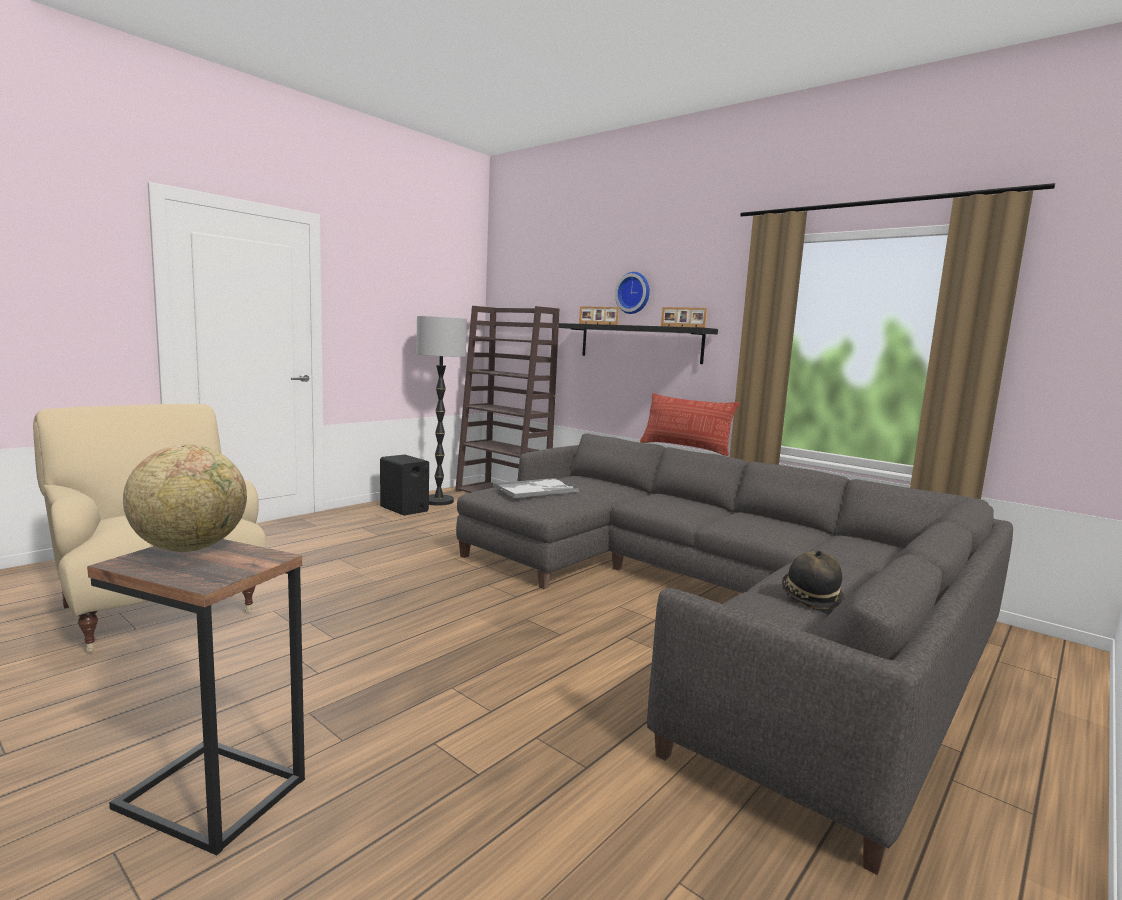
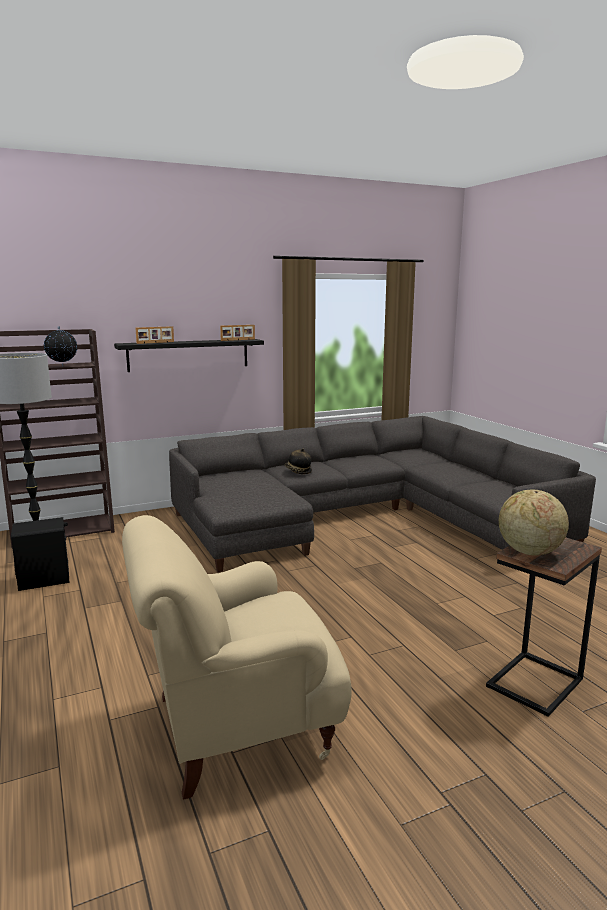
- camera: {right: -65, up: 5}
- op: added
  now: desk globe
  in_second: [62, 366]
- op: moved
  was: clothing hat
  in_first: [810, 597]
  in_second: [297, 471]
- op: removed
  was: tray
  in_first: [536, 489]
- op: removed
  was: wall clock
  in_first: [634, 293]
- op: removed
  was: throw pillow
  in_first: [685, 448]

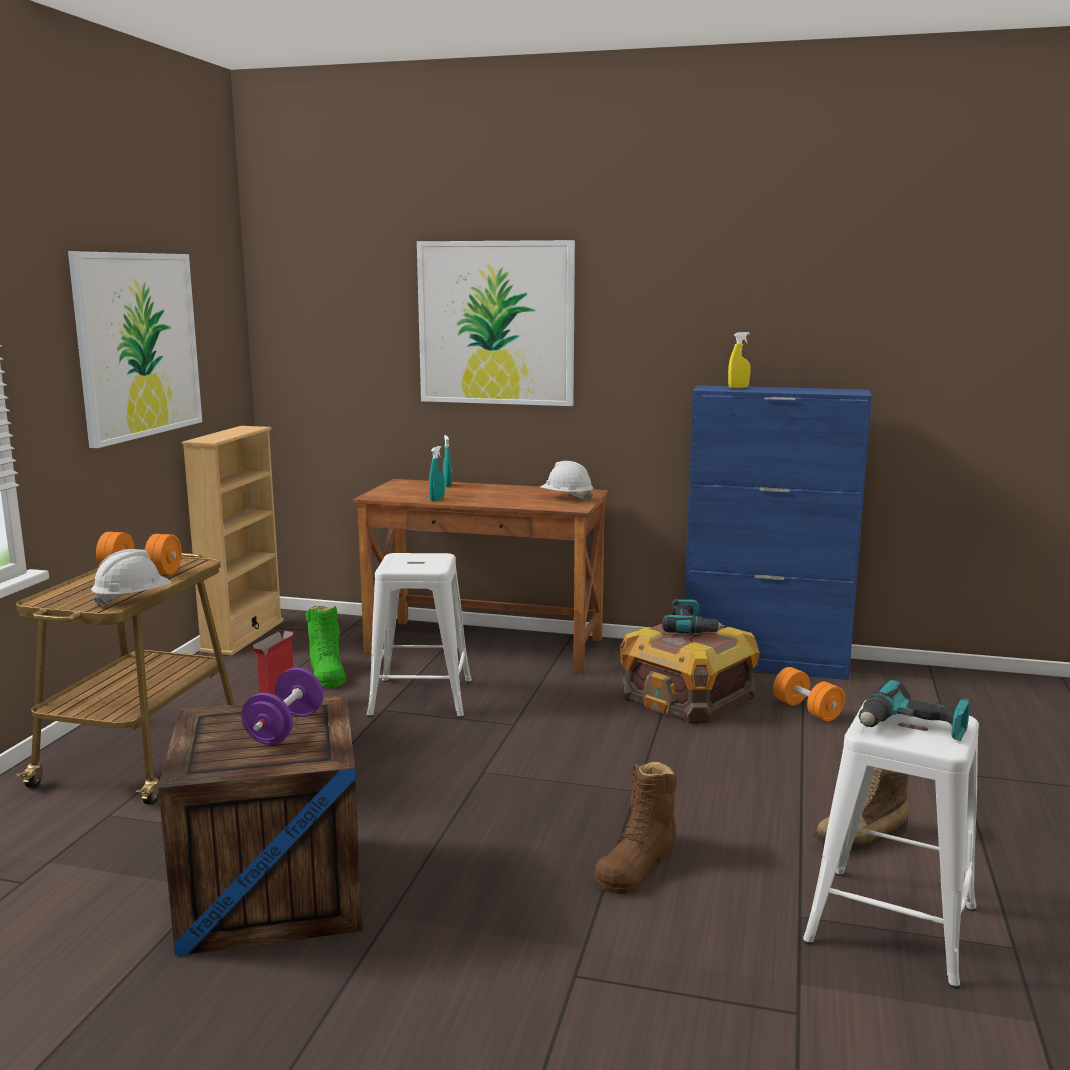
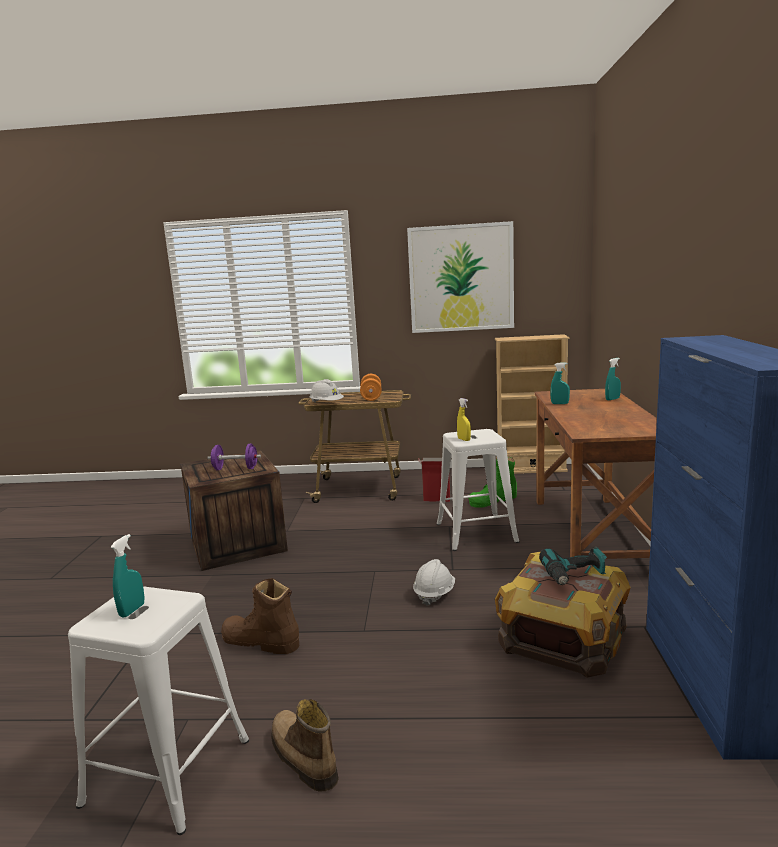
- camera: {right: 80, up: 0}
- op: replaced
  was: power drill
  now: hand sprayer in blue-green
  in_first: [912, 728]
  in_second: [132, 610]
- op: moved
  was: safety helmet in whitish
  in_first: [566, 498]
  in_second: [434, 594]
- op: moved
  was: hand sprayer in yellowish
  in_first: [738, 388]
  in_second: [464, 439]
- op: removed
  was: wall art
  in_first: [496, 323]
- op: removed
  was: free weight in orangey
  in_first: [807, 710]

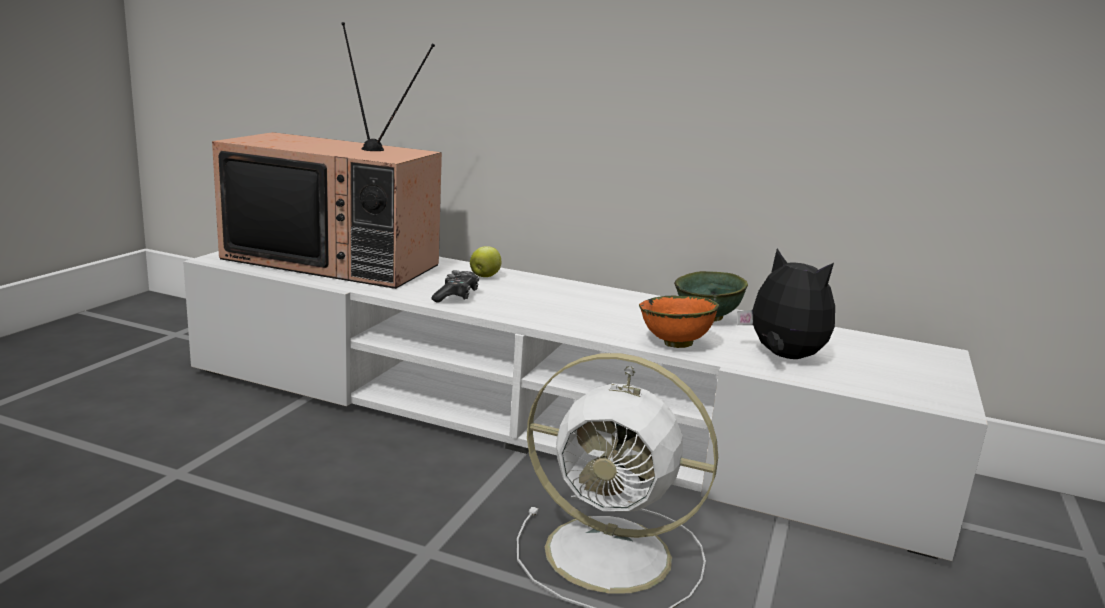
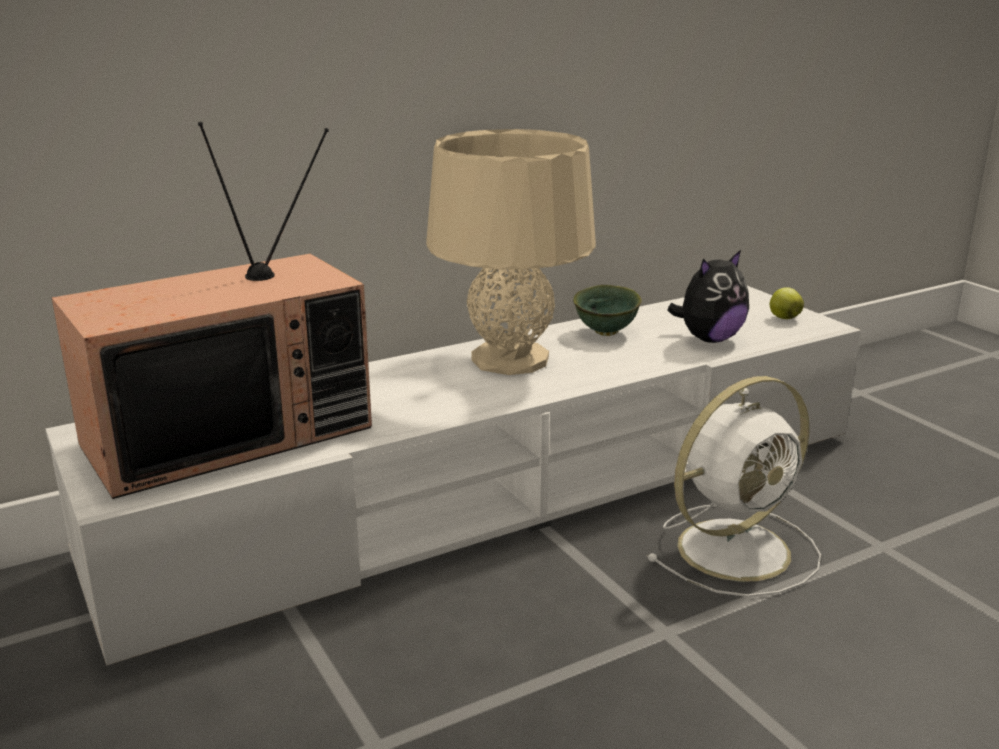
- camera: {right: -50, up: 5}
- op: added
  now: lamp for a table in sand-coloured
  in_second: [510, 359]
- op: turned
  was: cuddly toy
  in_first: [782, 357]
  in_second: [709, 339]
  clockwise: 150
- op: moved
  was: apple
  in_first: [485, 276]
  in_second: [784, 318]
- op: removed
  was: gamepad
  in_first: [456, 296]
- op: removed
  was: serving bowl in orangey
  in_first: [674, 345]

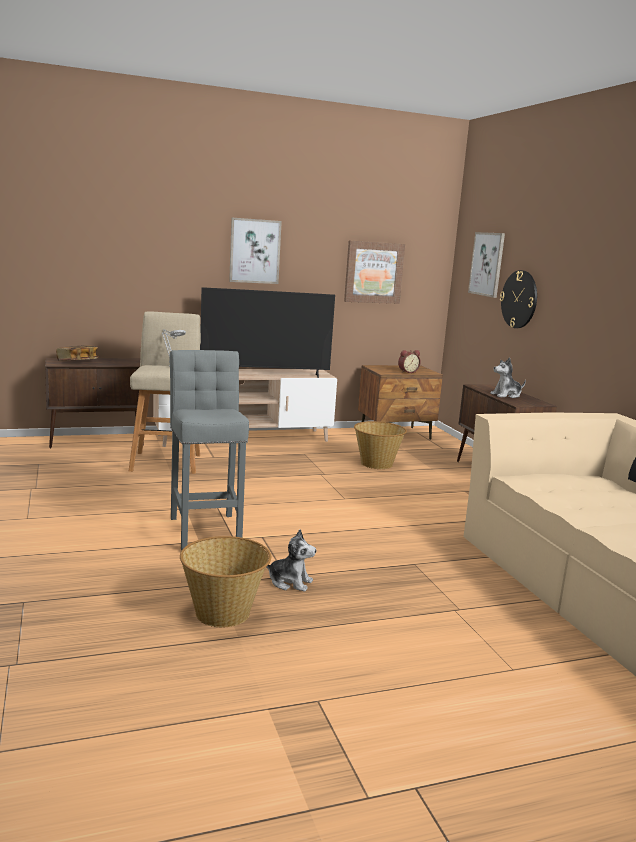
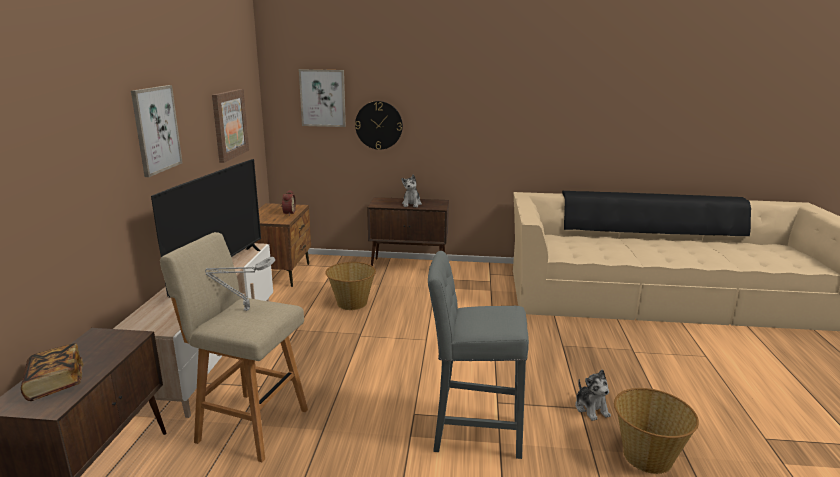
- camera: {right: -65, up: 5}
- op: turned
  was: cuddly toy
  in_first: [290, 582]
  in_second: [591, 408]
  clockwise: 120

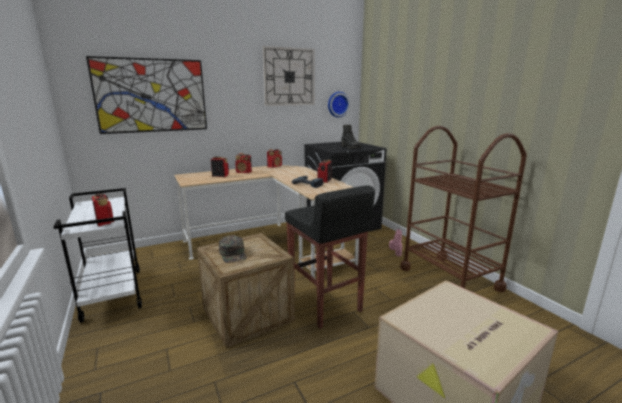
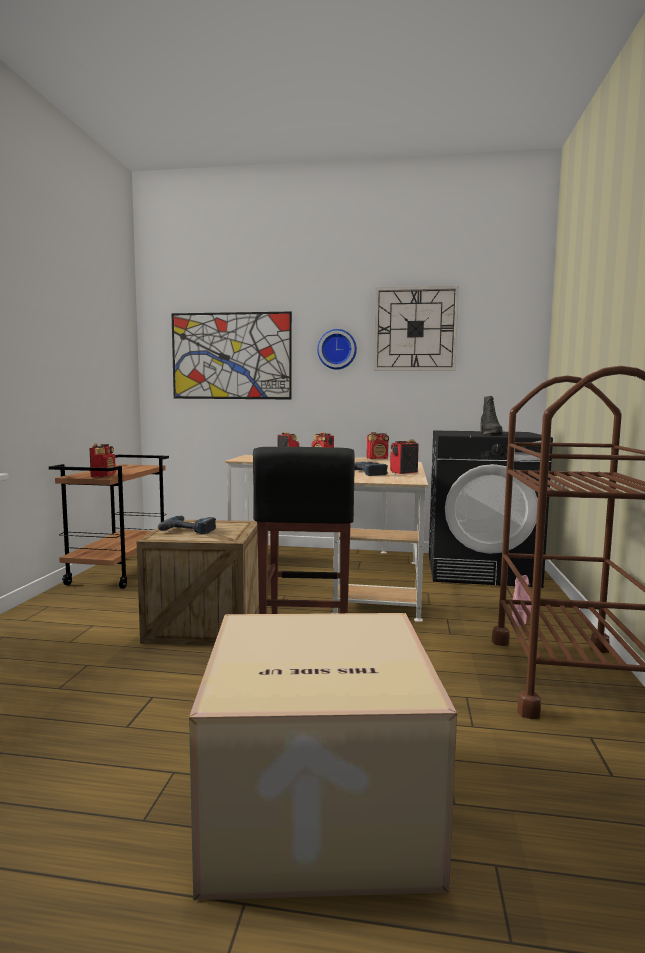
- camera: {right: 35, up: -10}
- op: recoloured
  was: cart in whitish
  now: cart in brown-coloured
  in_first: [112, 294]
  in_second: [119, 572]
- op: replaced
  was: peaked cap in green
  now: power drill
  in_first: [233, 254]
  in_second: [190, 529]
- op: moved
  was: wall clock
  in_first: [337, 104]
  in_second: [337, 349]

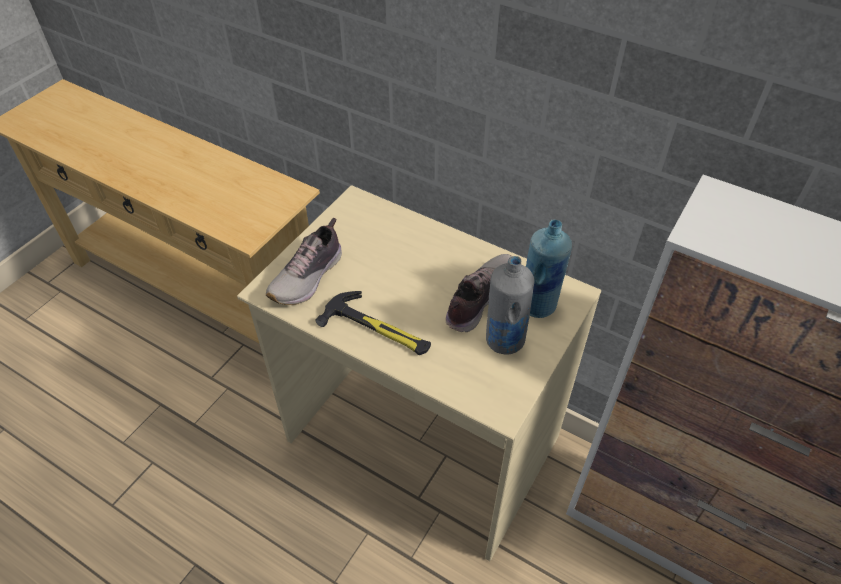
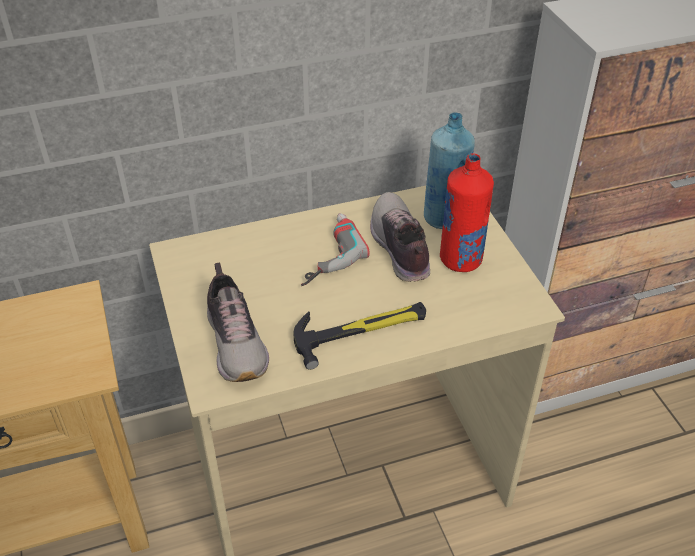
- camera: {right: -50, up: -5}
- op: added
  now: power drill
  in_second: [324, 253]
- op: recoloured
  was: beverage bottle in grey
  now: beverage bottle in red
  in_first: [504, 340]
  in_second: [460, 260]

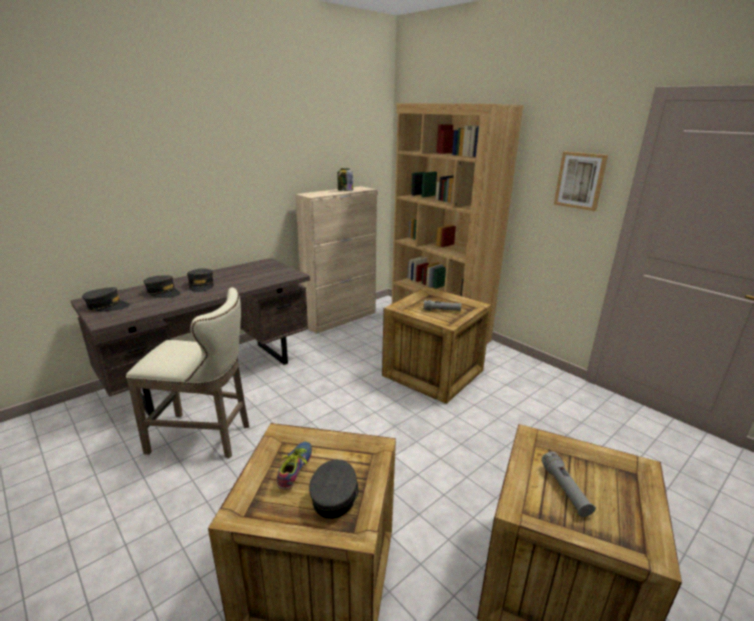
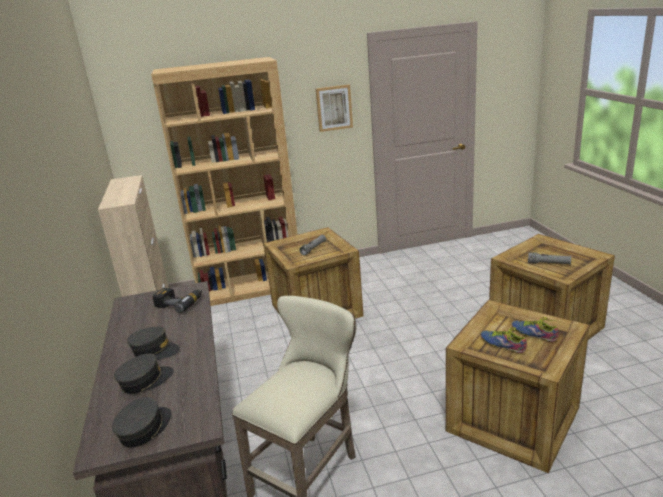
- camera: {right: -60, up: 0}
- op: added
  now: power drill
  in_second: [180, 303]
- op: replaced
  was: peaked cap in grey
  now: shoe
  in_first: [335, 495]
  in_second: [534, 333]
- op: removed
  was: storage jar
  in_first: [345, 190]

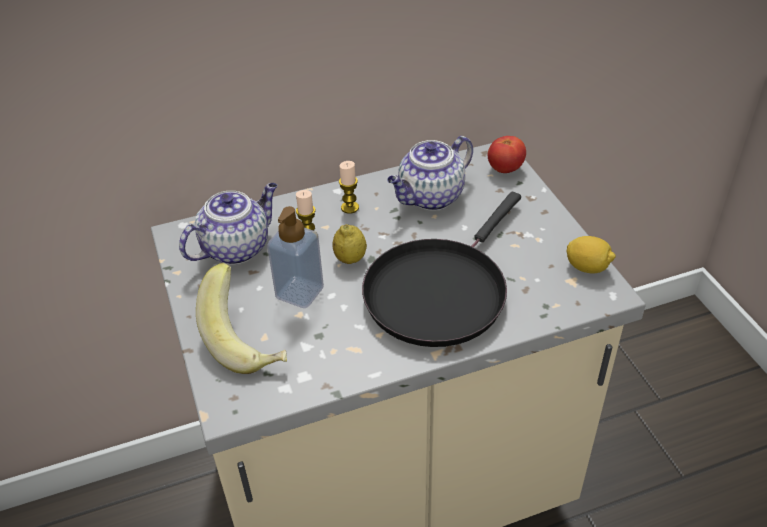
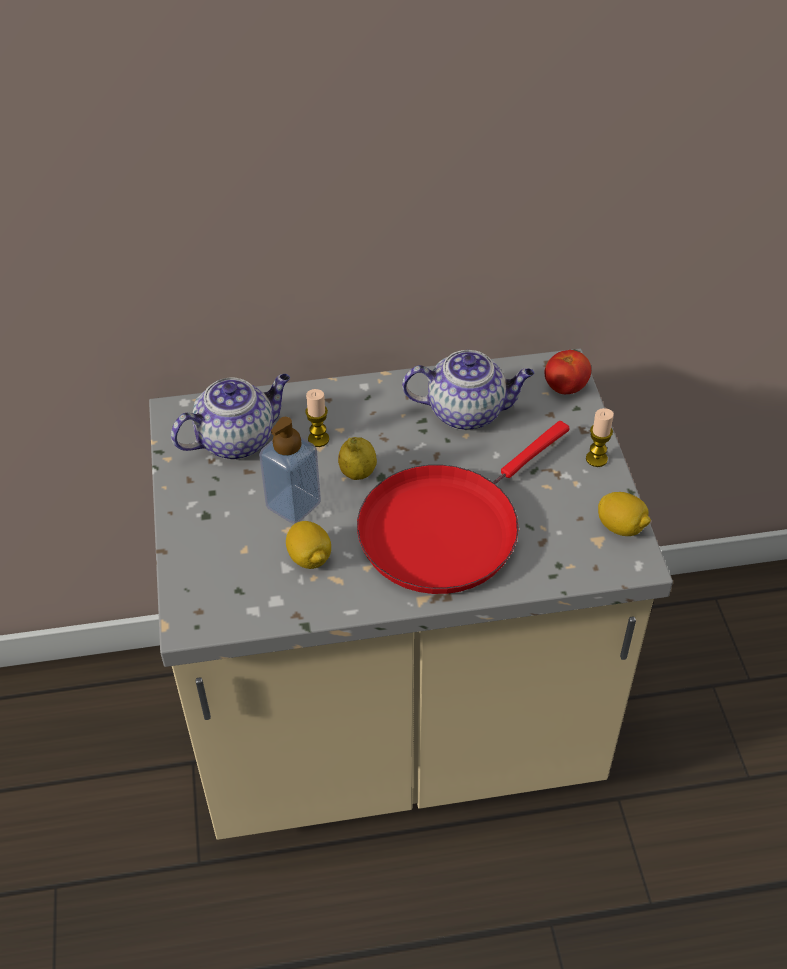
- camera: {right: 10, up: 5}
- op: added
  now: citrus fruit
  in_second: [309, 558]
- op: recoloured
  was: skillet in blackish
  now: skillet in red
  in_first: [439, 291]
  in_second: [445, 528]
- op: turned
  was: tea pot
  in_first: [430, 198]
  in_second: [467, 411]
  clockwise: -150
- op: moved
  was: wax candle
  in_first: [350, 207]
  in_second: [596, 459]
- op: removed
  was: banana
  in_first: [248, 340]

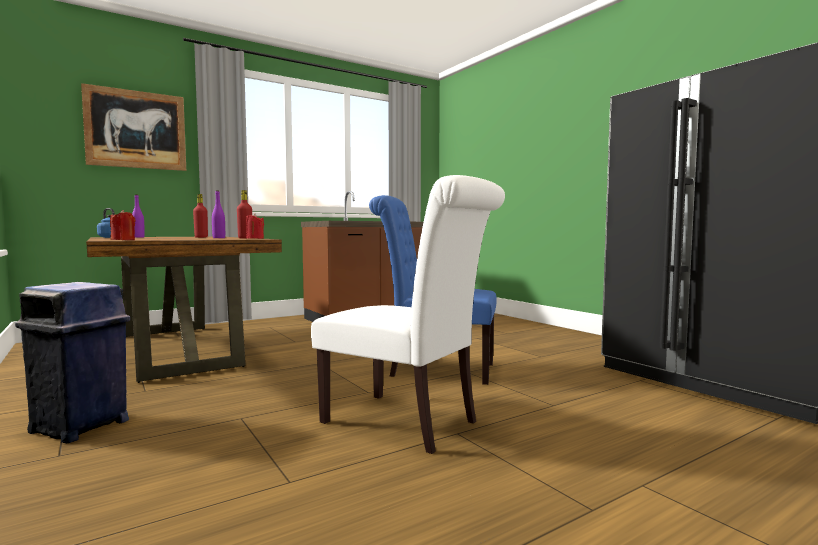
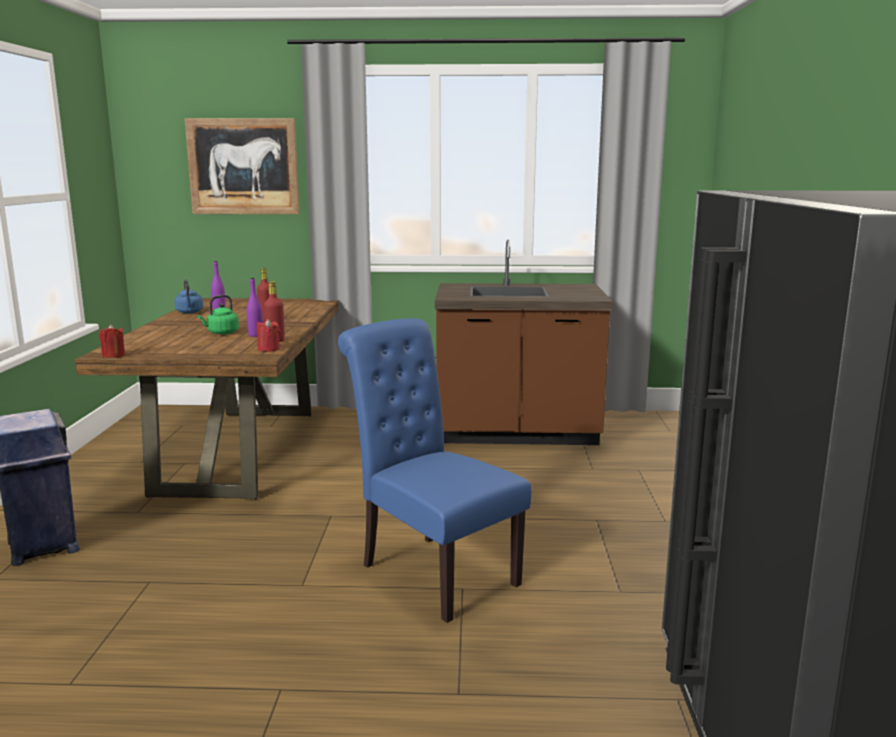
- camera: {right: 35, up: 10}
- op: added
  now: kettle in green
  in_second: [221, 333]
- op: removed
  was: upright chair in whitish
  in_first: [408, 423]

